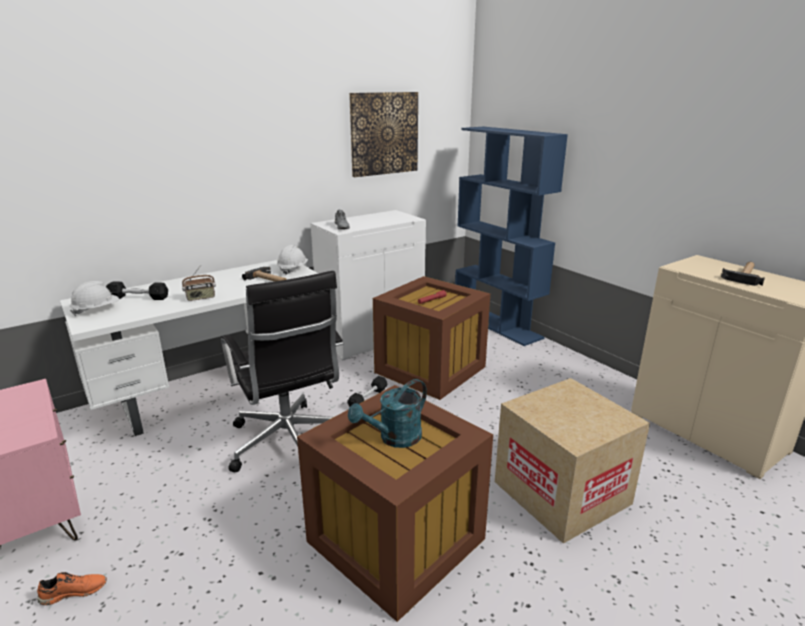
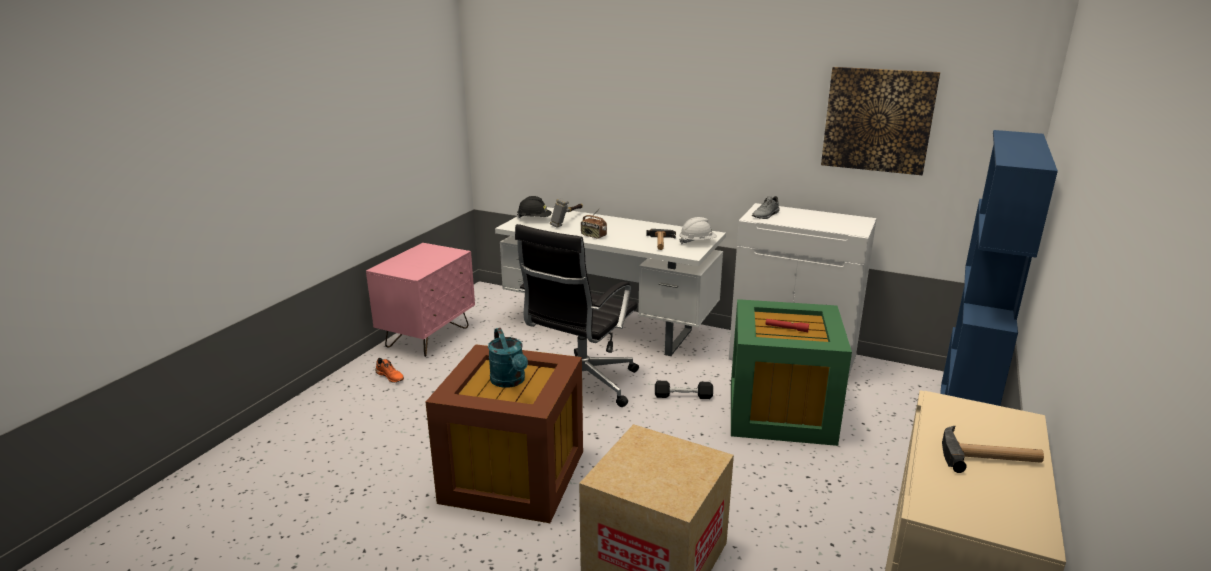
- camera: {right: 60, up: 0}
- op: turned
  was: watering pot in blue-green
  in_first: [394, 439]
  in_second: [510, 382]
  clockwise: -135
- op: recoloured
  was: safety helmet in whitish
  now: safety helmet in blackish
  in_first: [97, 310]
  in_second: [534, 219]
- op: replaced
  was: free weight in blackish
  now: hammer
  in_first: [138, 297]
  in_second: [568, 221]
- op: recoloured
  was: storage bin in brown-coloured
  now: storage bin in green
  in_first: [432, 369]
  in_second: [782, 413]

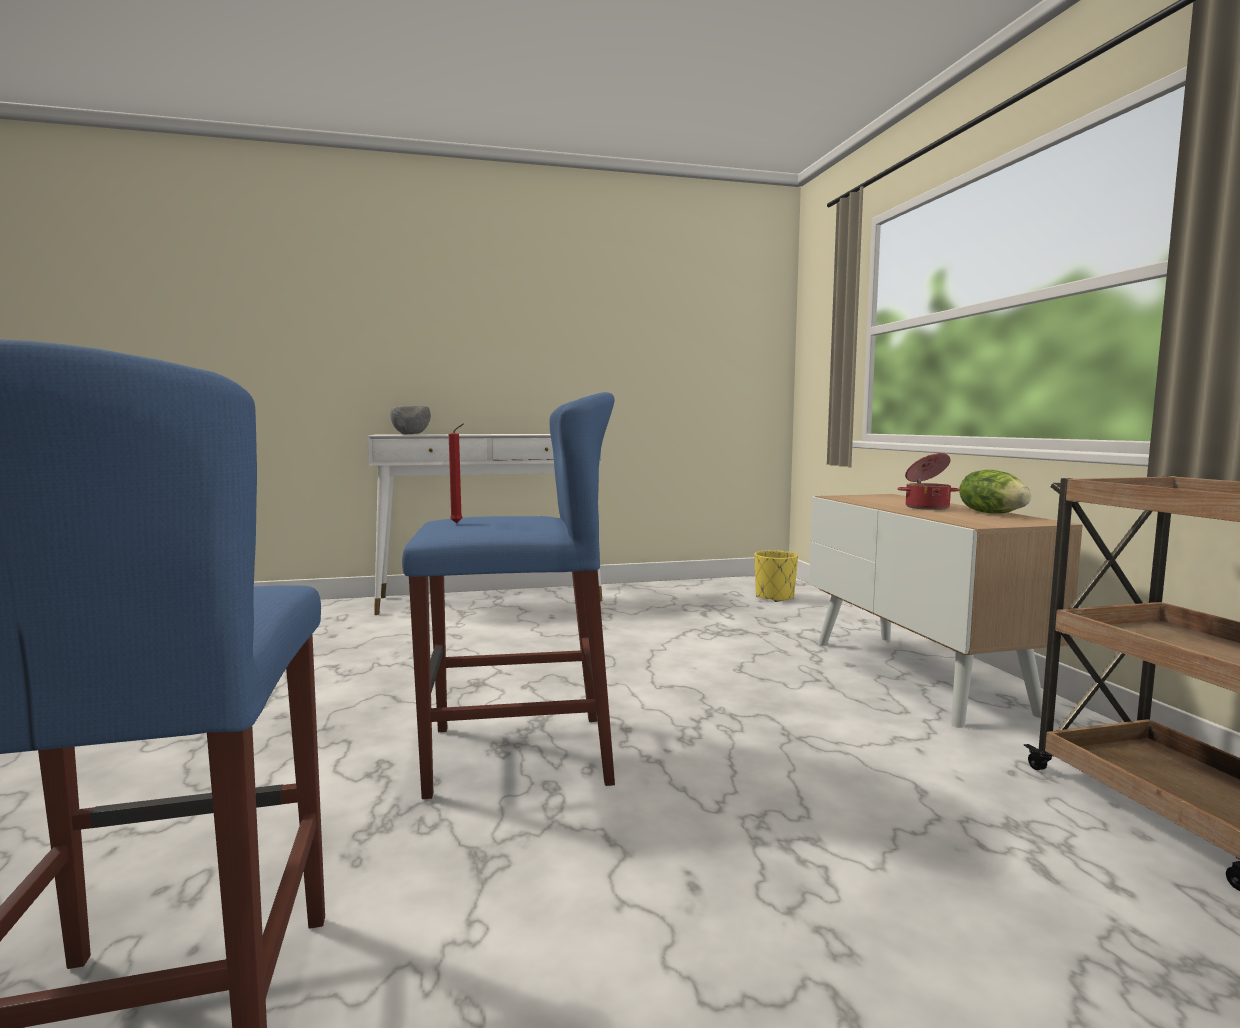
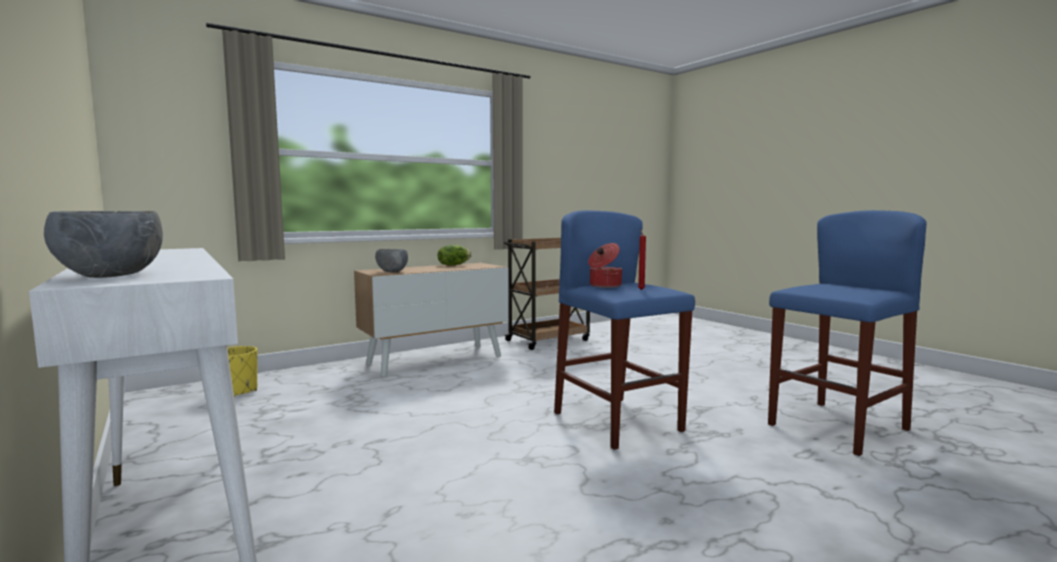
- camera: {right: -110, up: 0}
- op: added
  now: serving bowl in grey
  in_second: [392, 272]
- op: moved
  was: stockpot
  in_first: [926, 507]
  in_second: [604, 286]

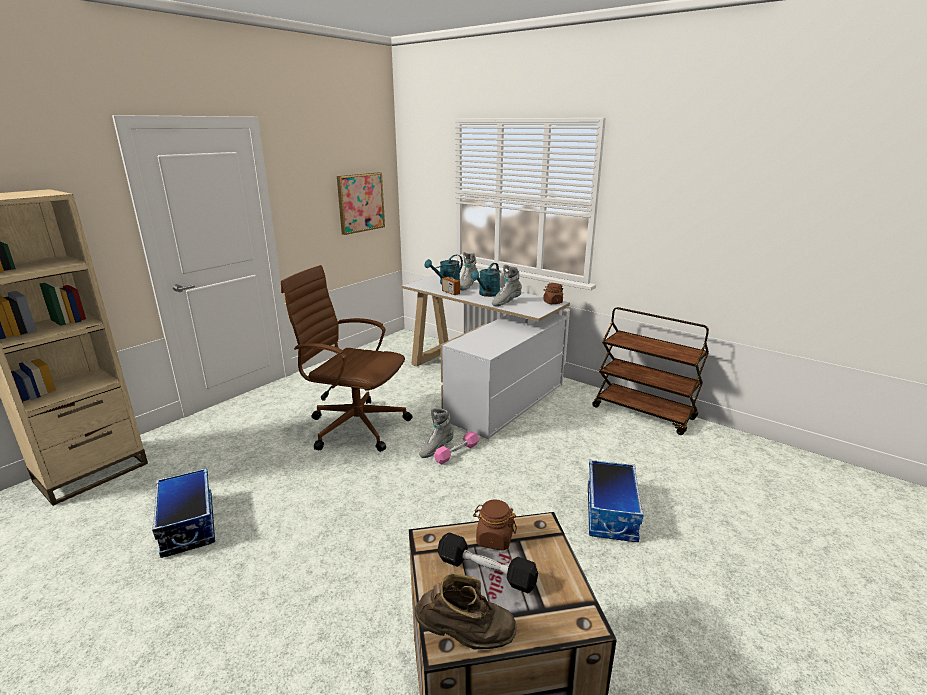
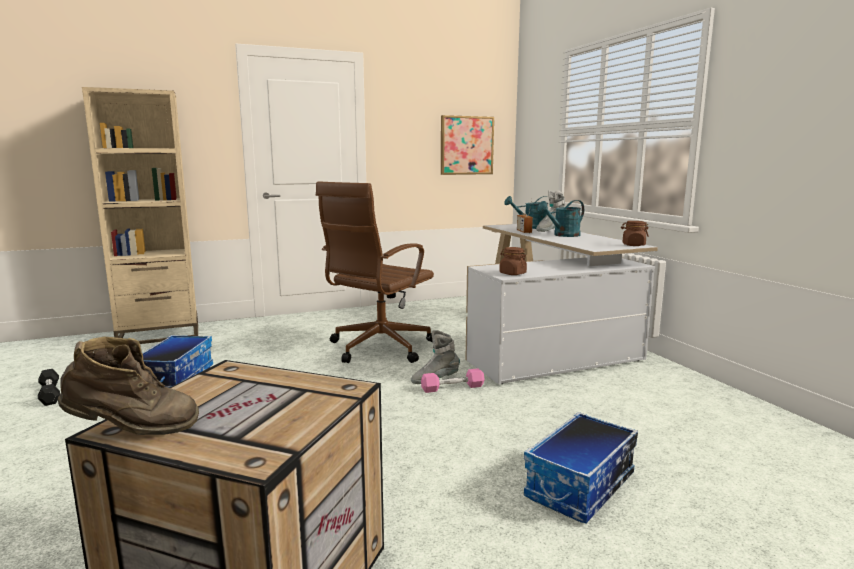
- camera: {right: 30, up: -10}
- op: moved
  was: free weight in blackish
  in_first: [486, 571]
  in_second: [50, 394]
- op: turned
  was: boot in brown-coloured
  in_first: [466, 638]
  in_second: [134, 432]
  clockwise: -45
- op: turned
  was: desk chair in brown-coloured
  in_first: [355, 426]
  in_second: [378, 348]
  clockwise: -105
- op: moved
  was: storage jar in brown-coloured
  in_first: [494, 539]
  in_second: [512, 273]
- op: removed
  was: boot in grey
  in_first: [506, 302]
- op: removed
  was: cart in brown-coloured
  in_first: [644, 413]

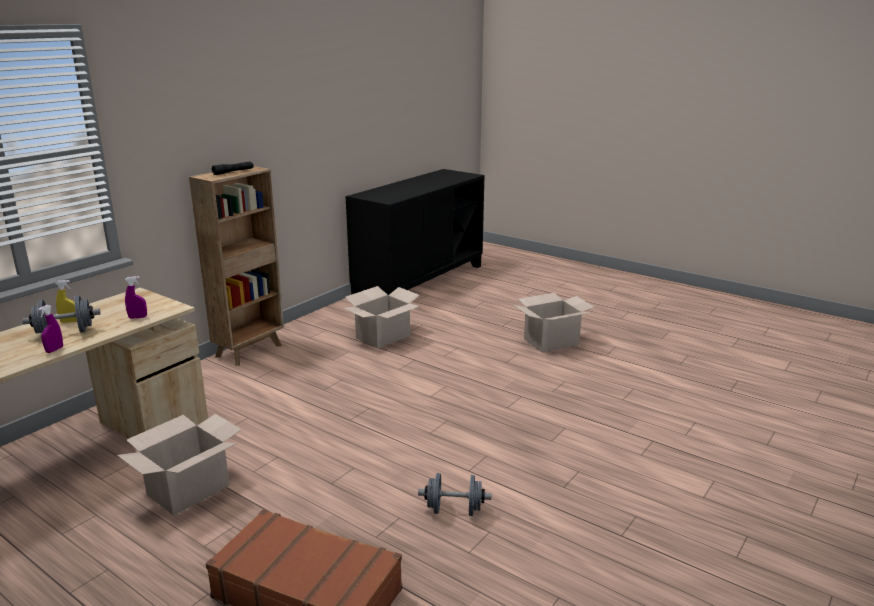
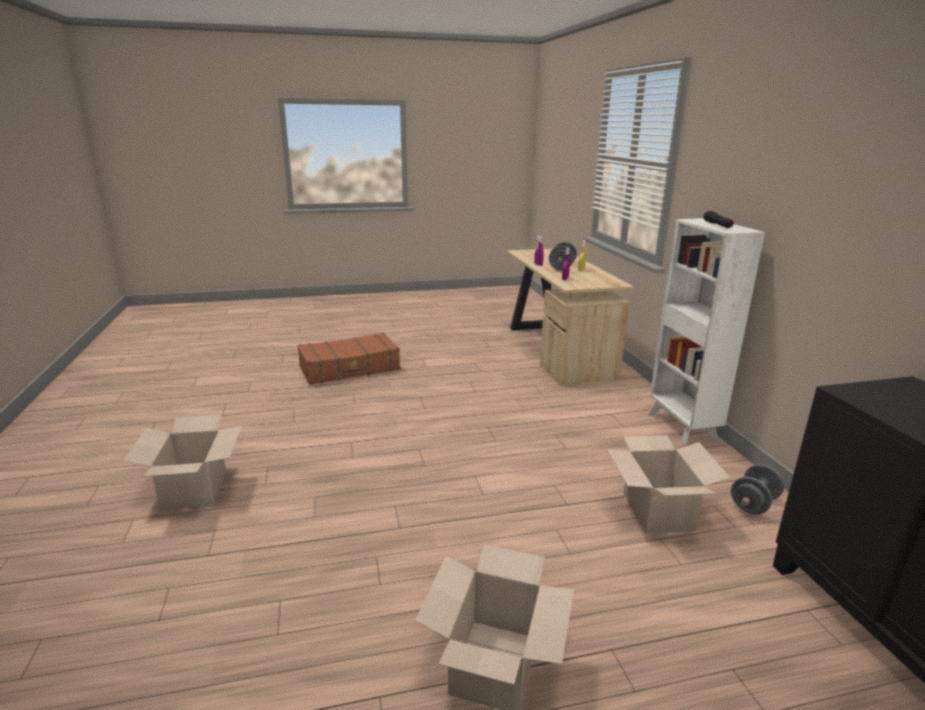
- camera: {right: 130, up: 0}
- op: moved
  was: packing box
  in_first: [188, 490]
  in_second: [194, 490]
- op: recoloured
  was: bookshelf in brown-coloured
  now: bookshelf in whitish
  in_first: [250, 350]
  in_second: [682, 427]
- op: moved
  was: free weight in grey
  in_first: [454, 510]
  in_second: [753, 504]

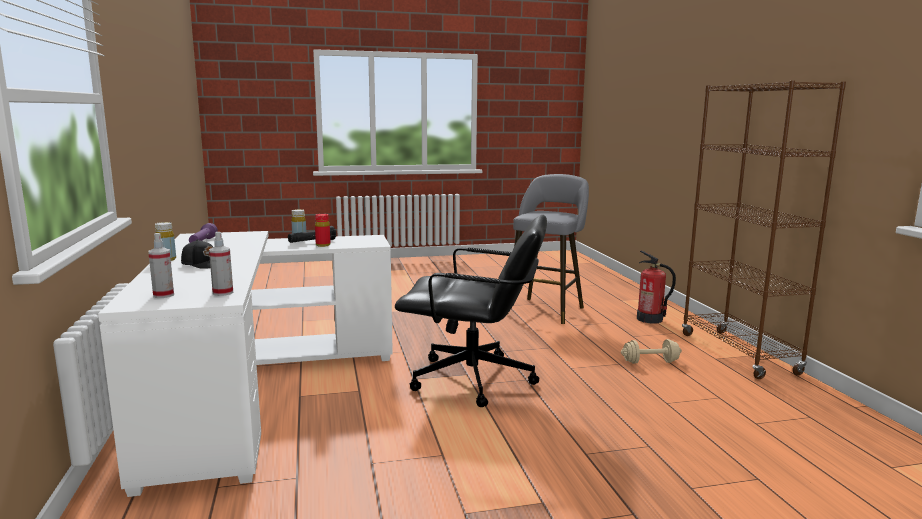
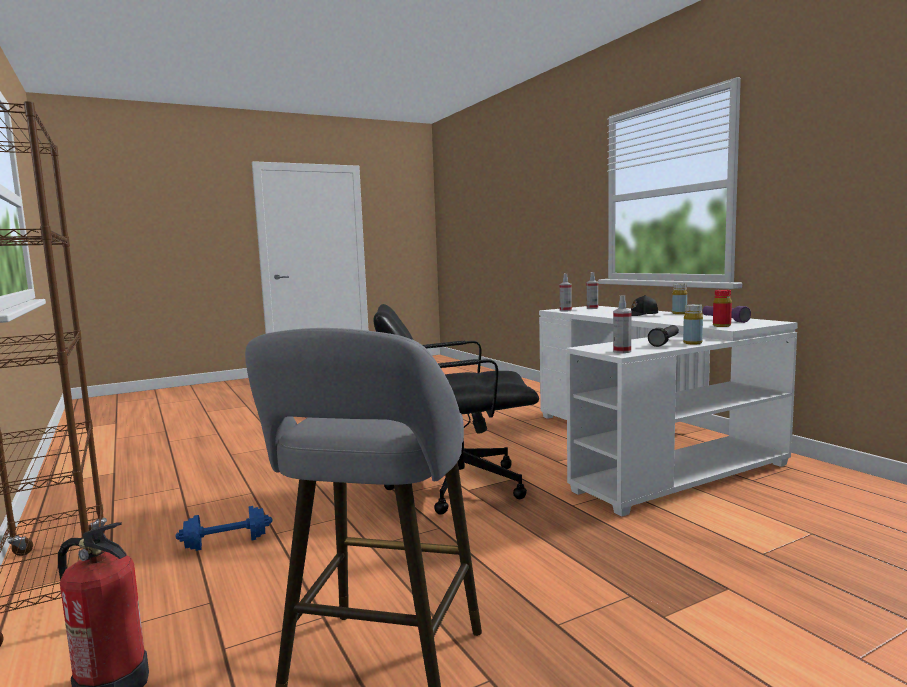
- camera: {right: 165, up: -5}
- op: recoloured
  was: free weight in sand-coloured
  now: free weight in blue
  in_first: [650, 362]
  in_second: [226, 543]
- op: added
  now: hand sprayer
  in_second: [622, 351]
- op: moved
  was: beverage bottle in red
  in_first: [323, 245]
  in_second: [721, 326]

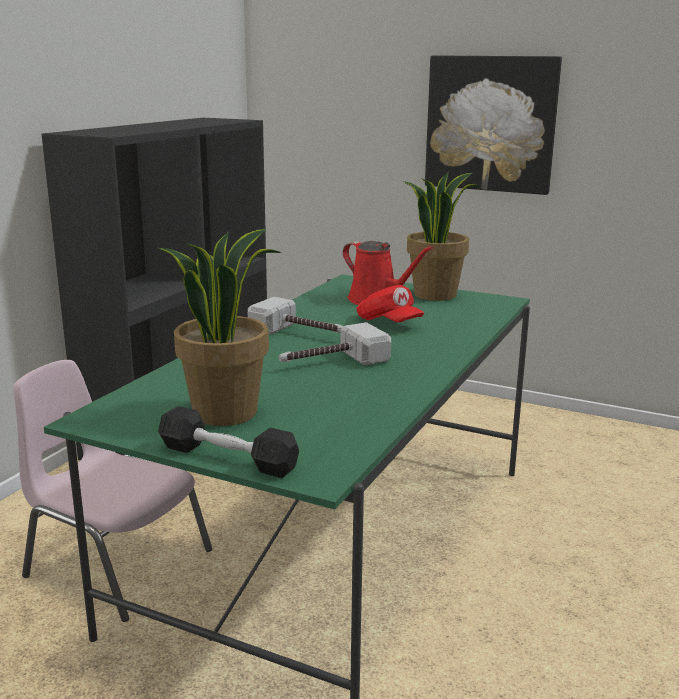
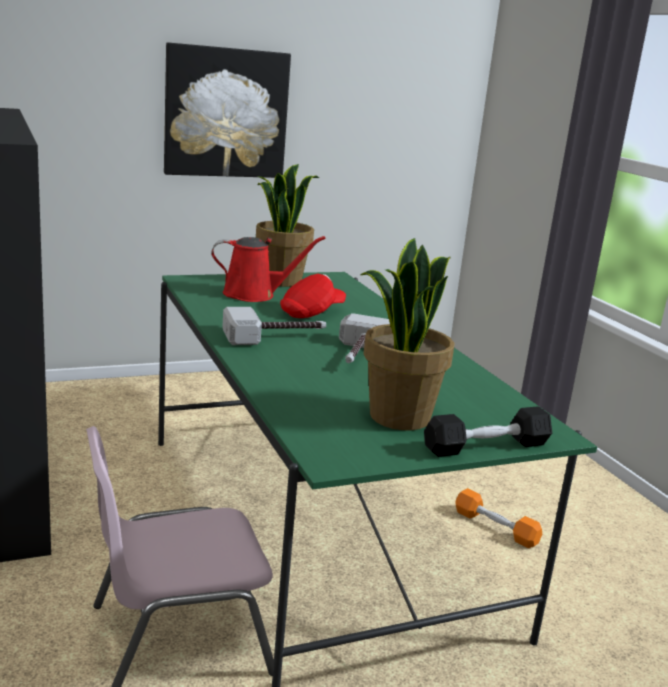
- camera: {right: -50, up: 0}
- op: turned
  was: peaked cap in red
  in_first: [388, 323]
  in_second: [311, 312]
  clockwise: -45
- op: added
  now: free weight in orangey
  in_second: [495, 527]

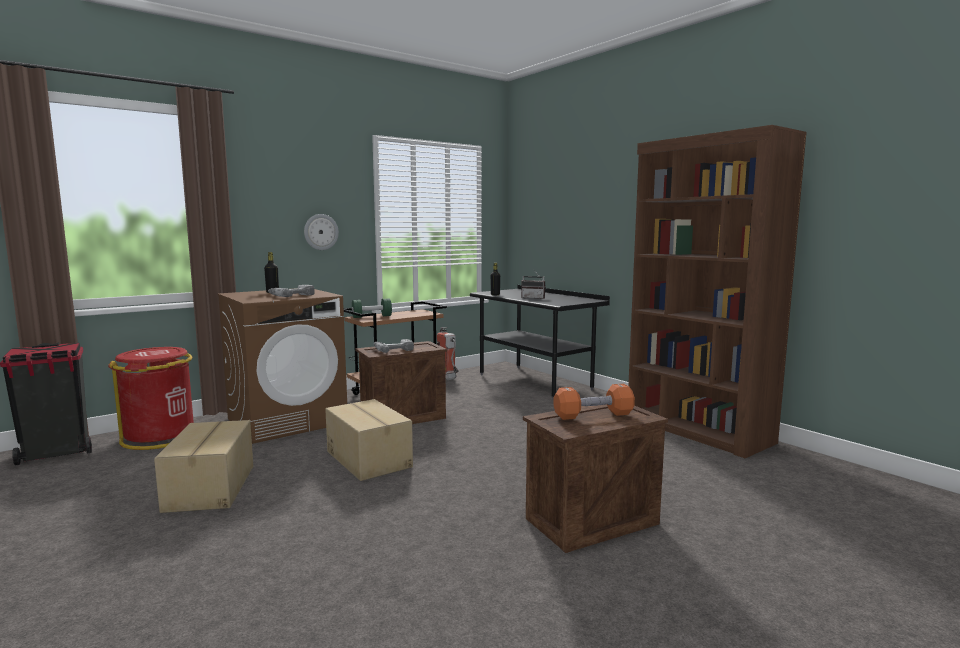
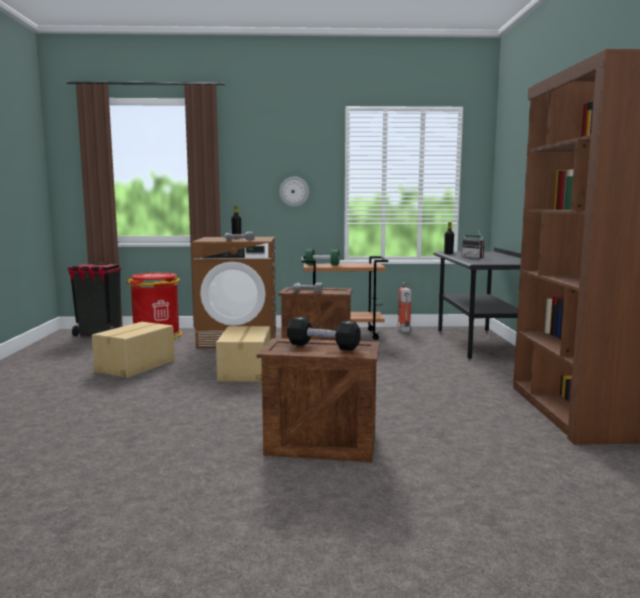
- camera: {right: 35, up: 0}
- op: recoloured
  was: free weight in orangey
  now: free weight in blackish
  in_first: [593, 415]
  in_second: [323, 346]

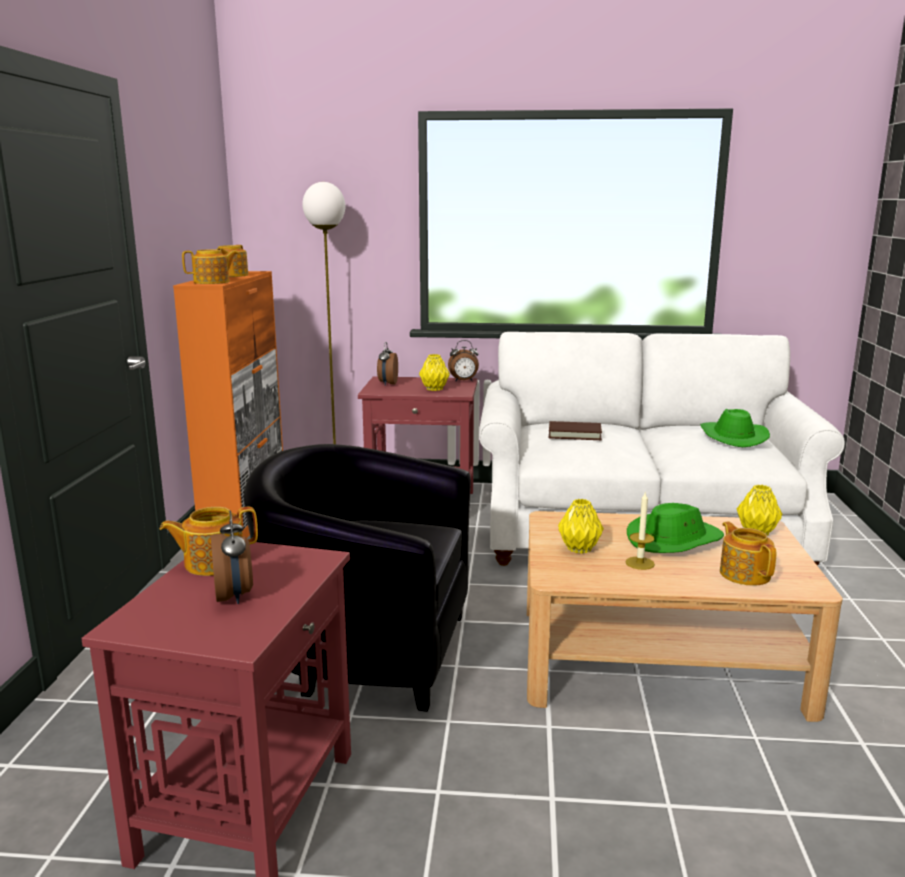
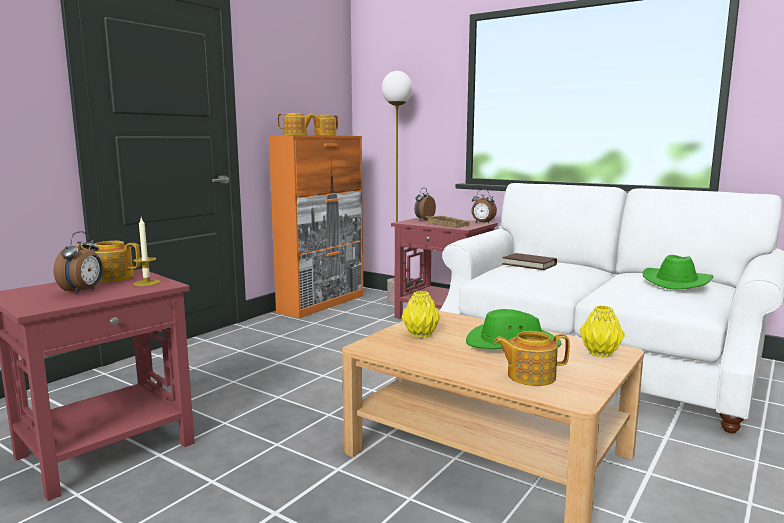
- camera: {right: 30, up: -5}
- op: moved
  was: wax candle
  in_first: [640, 563]
  in_second: [146, 283]
- op: replaced
  was: decorative vase in yellowish
  now: tray in sand-coloured
  in_first: [435, 389]
  in_second: [450, 224]
- op: turned
  was: tea pot
  in_first: [744, 574]
  in_second: [530, 376]
  clockwise: -105
- op: removed
  was: armchair in blackish
  in_first: [366, 650]

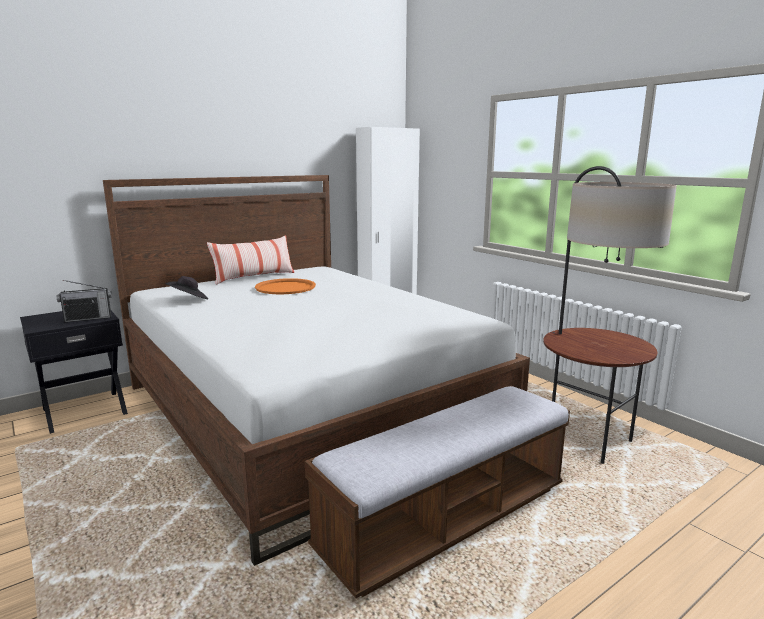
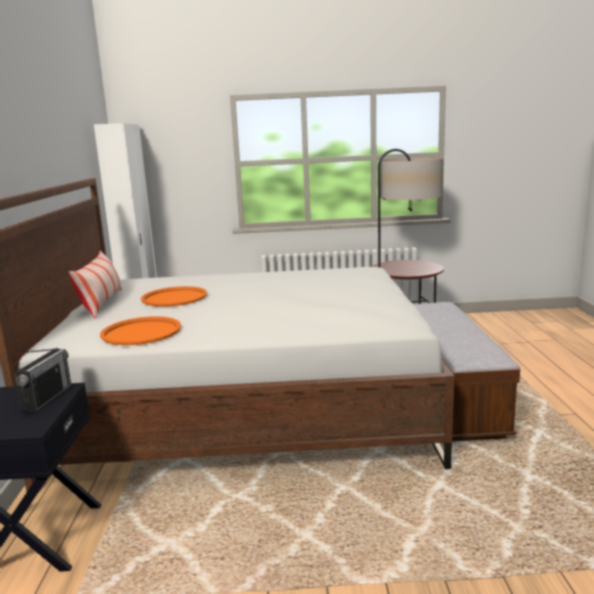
- camera: {right: -55, up: 0}
- op: replaced
  was: clothing hat in blackish
  now: tray in orangey
  in_first: [188, 300]
  in_second: [141, 332]

